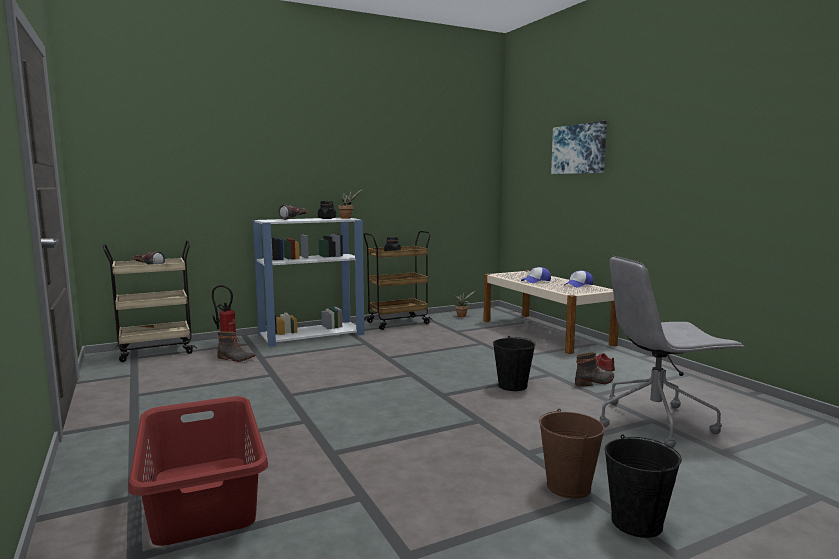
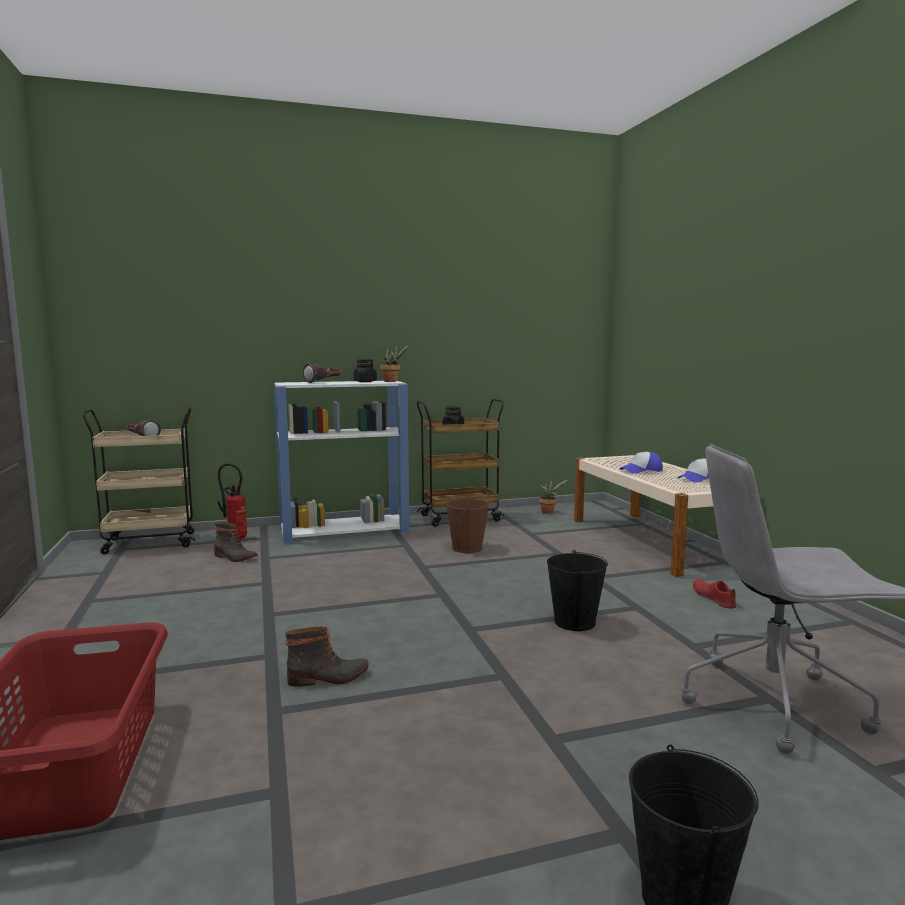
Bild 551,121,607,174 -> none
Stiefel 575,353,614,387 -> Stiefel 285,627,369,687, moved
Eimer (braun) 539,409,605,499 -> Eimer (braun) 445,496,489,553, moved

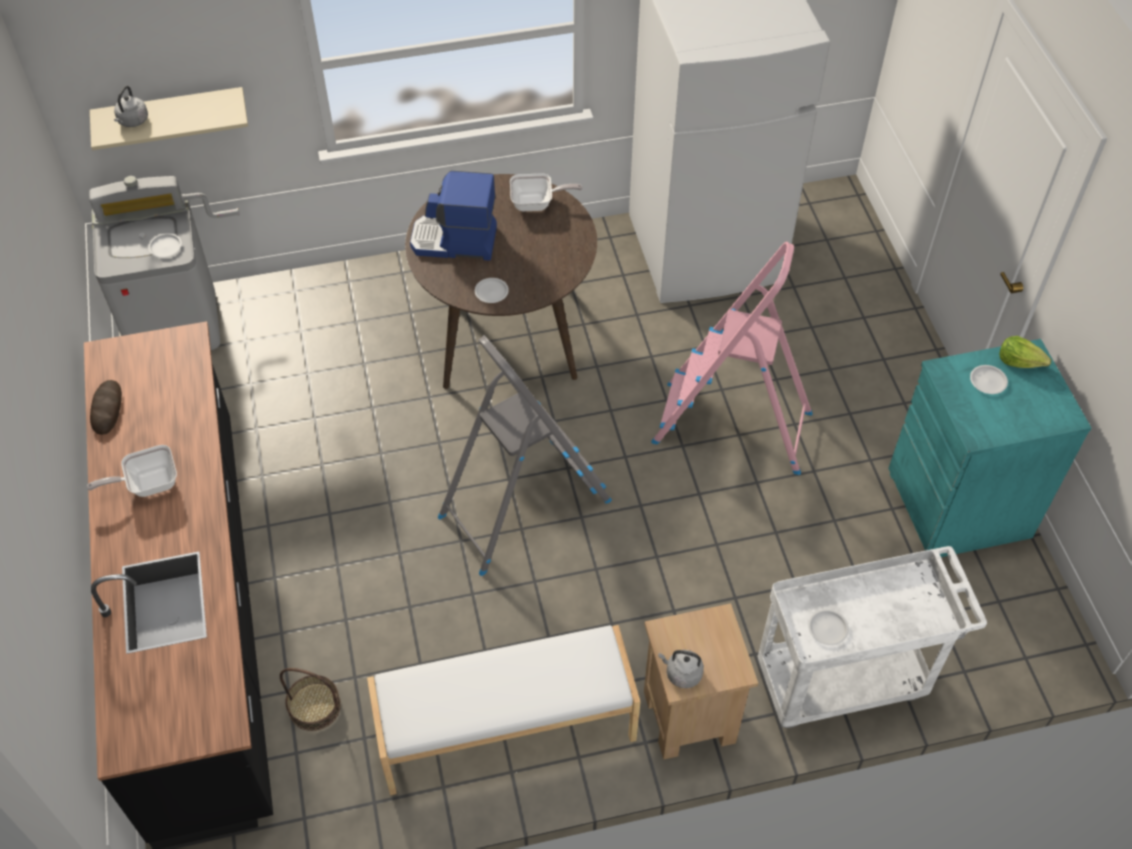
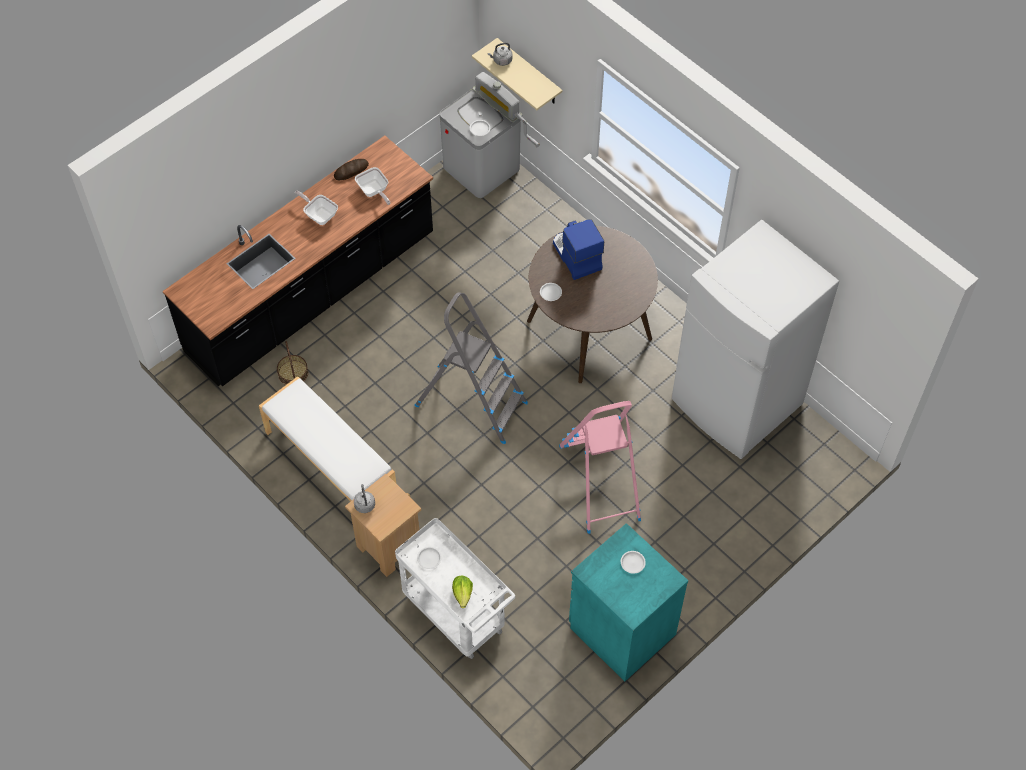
Pfanne 510,173,582,211 -> Pfanne 355,167,390,205, moved
Salatkopf 999,336,1051,368 -> Salatkopf 452,575,473,608, moved

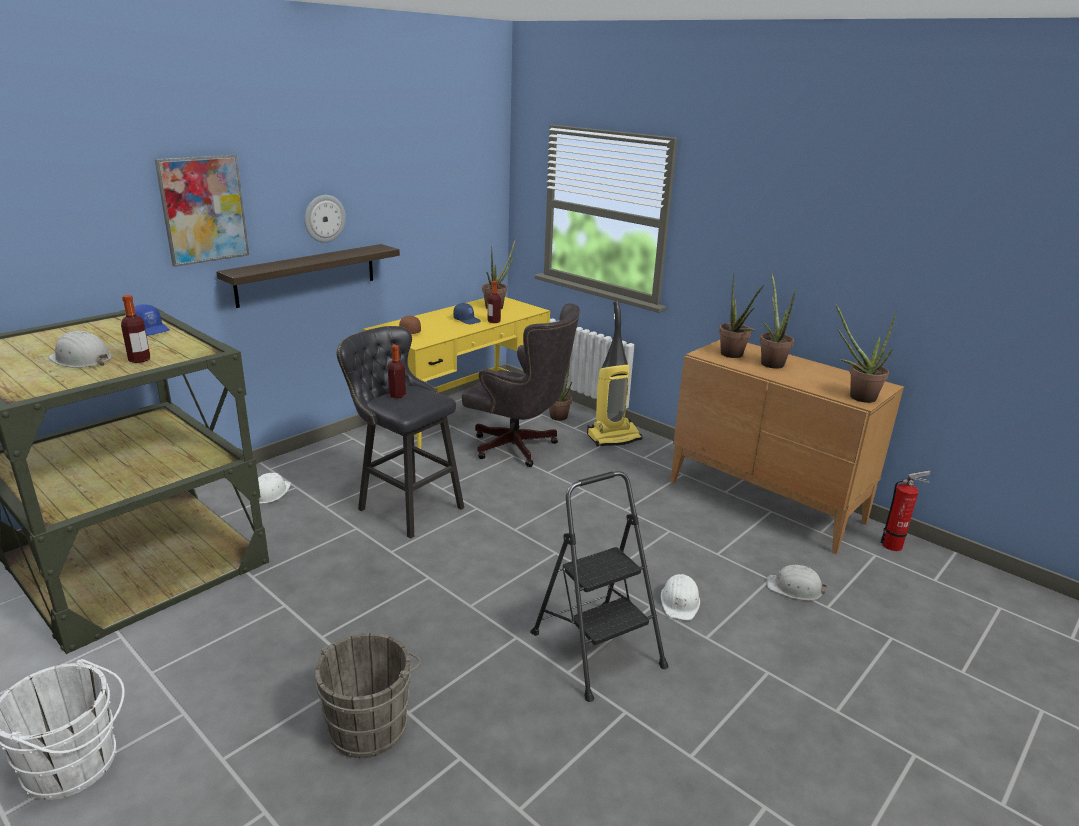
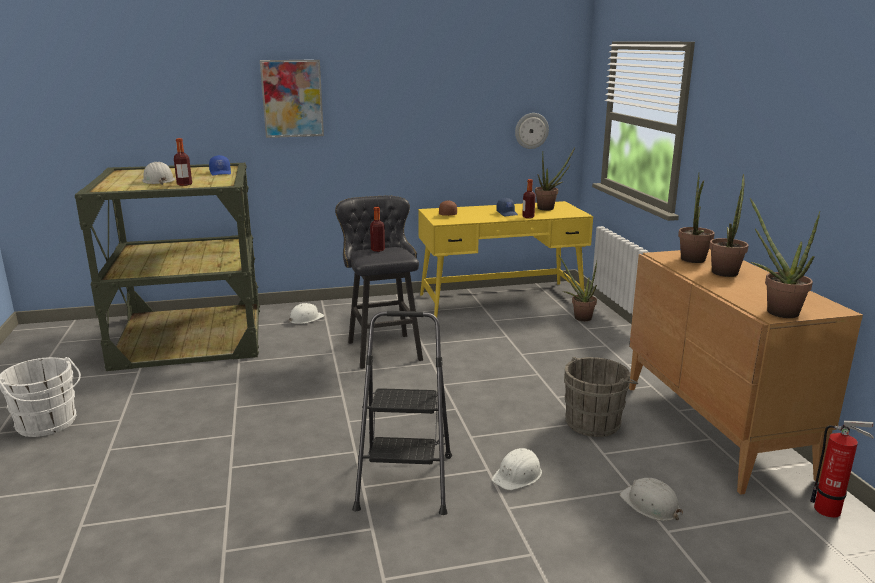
Wanduhr 305,195,346,243 -> Wanduhr 515,113,549,149, moved
Wandregal 216,244,400,308 -> none
Staubsauger 587,301,643,447 -> none
Bürostuhl (grau) 462,303,580,467 -> none
Eimer (grau) 315,633,422,758 -> Eimer (grau) 564,357,638,437, moved

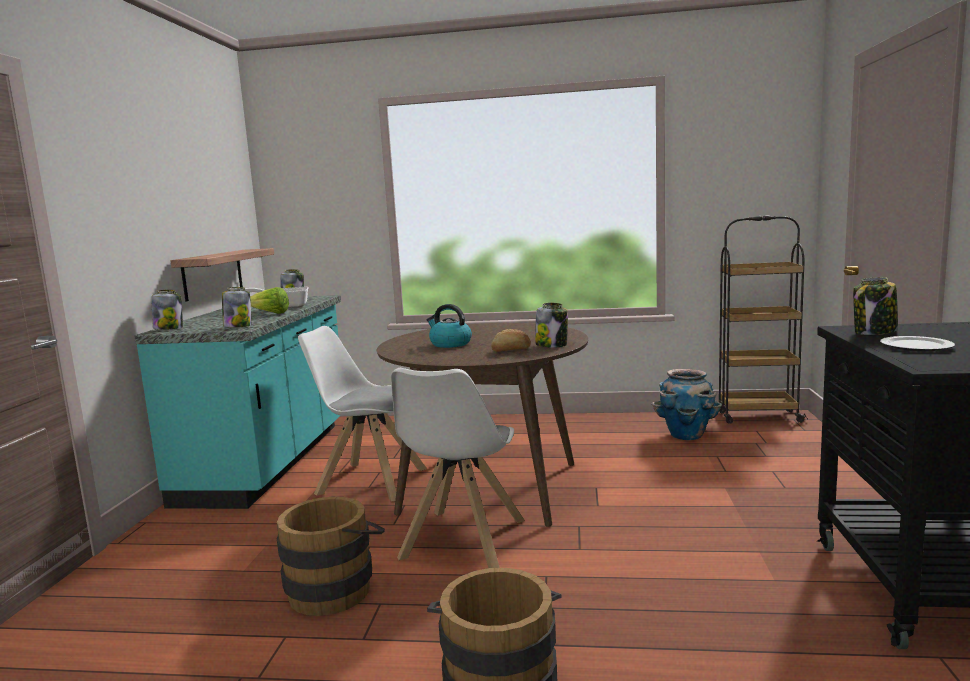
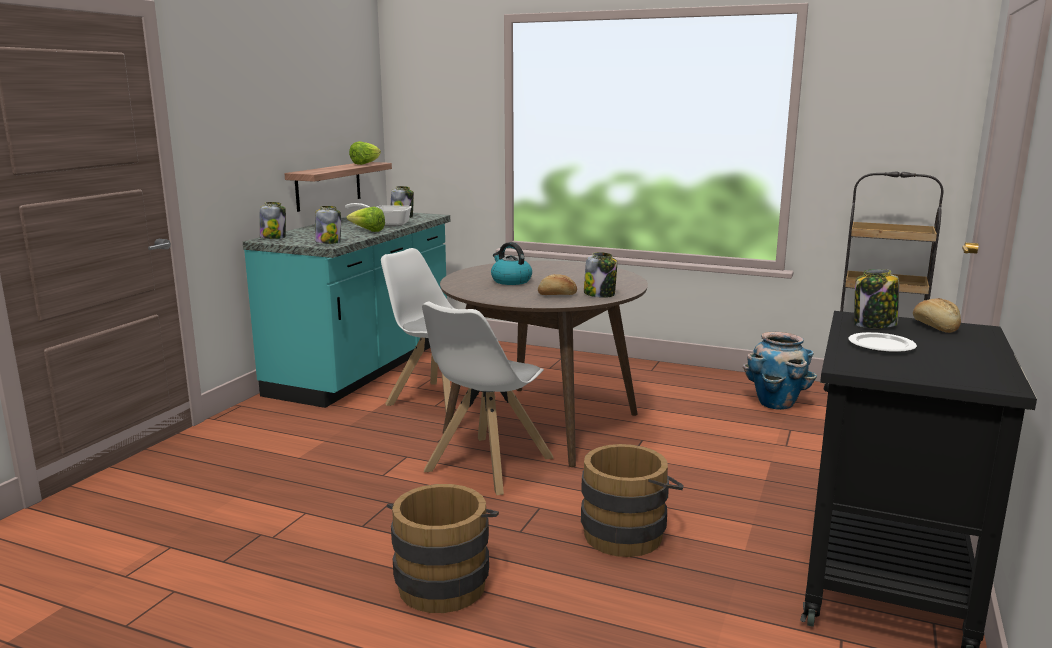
Eimer (braun) 277,497,385,616 -> Eimer (braun) 581,444,684,557, moved
none -> Salatkopf 349,141,381,165
none -> Brot 913,298,961,333

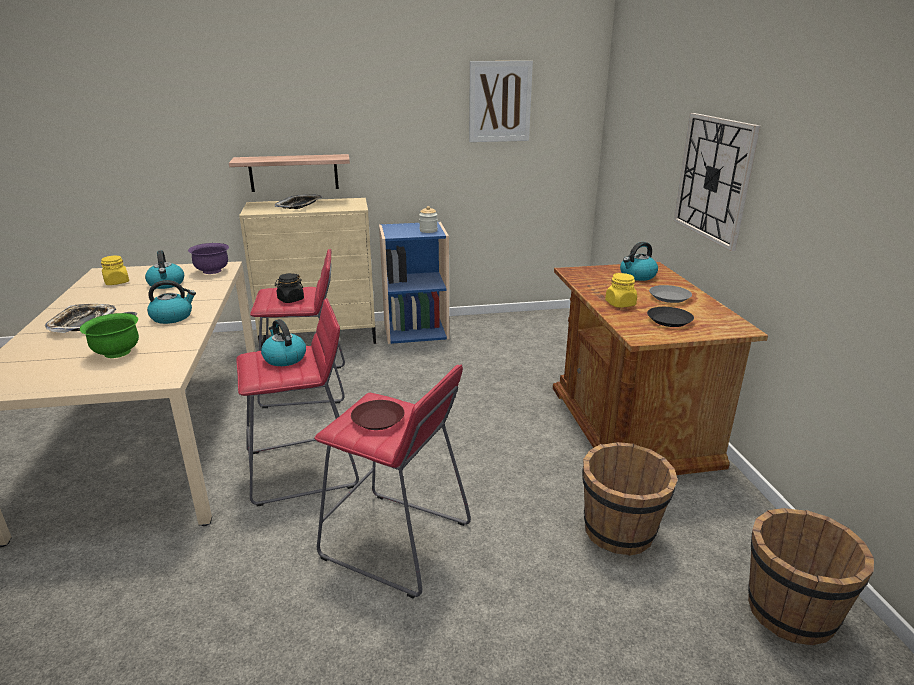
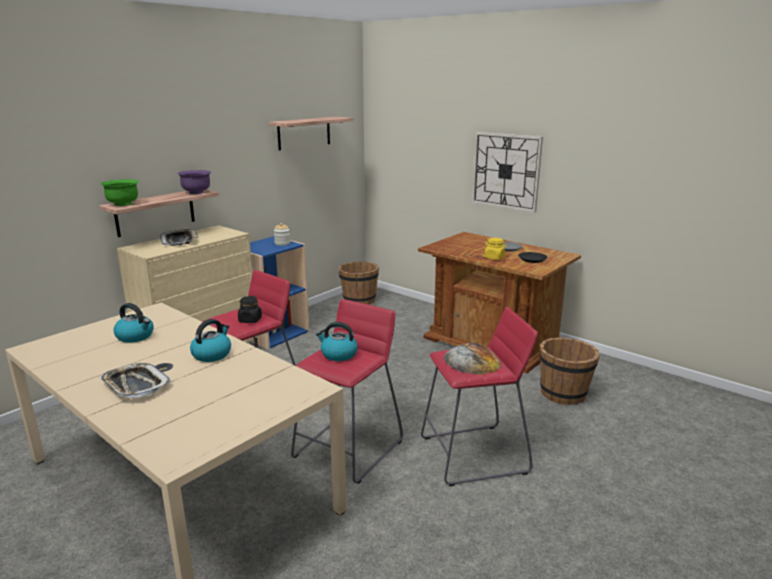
Bild 469,61,533,142 -> Wandregal 269,117,353,151
Wasserkessel 620,242,658,281 -> none
Schüssel (lila) 188,243,229,274 -> Schüssel (lila) 177,170,211,194, moved
Vorratsglas (gelb) 101,256,129,285 -> none
Schüssel (grün) 80,313,139,358 -> Schüssel (grün) 101,179,139,206, moved
Teller (braun) 351,400,404,430 -> Brot 443,343,501,375
Eimer (braun) 748,508,874,645 -> Eimer (braun) 338,261,379,304, moved

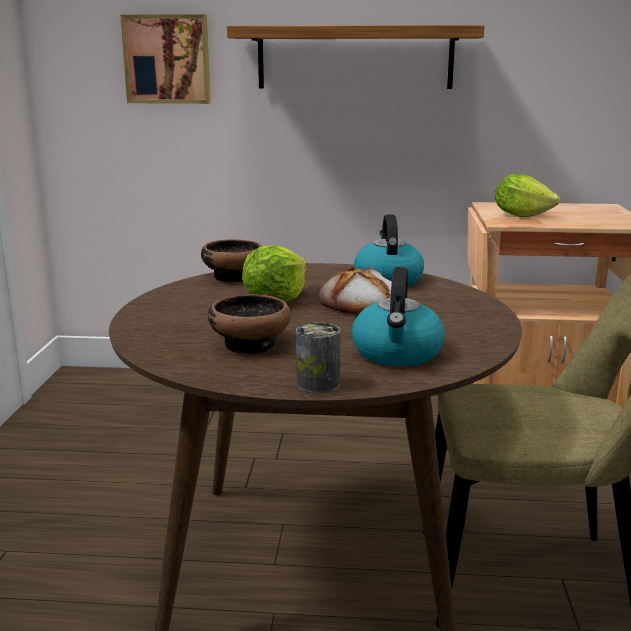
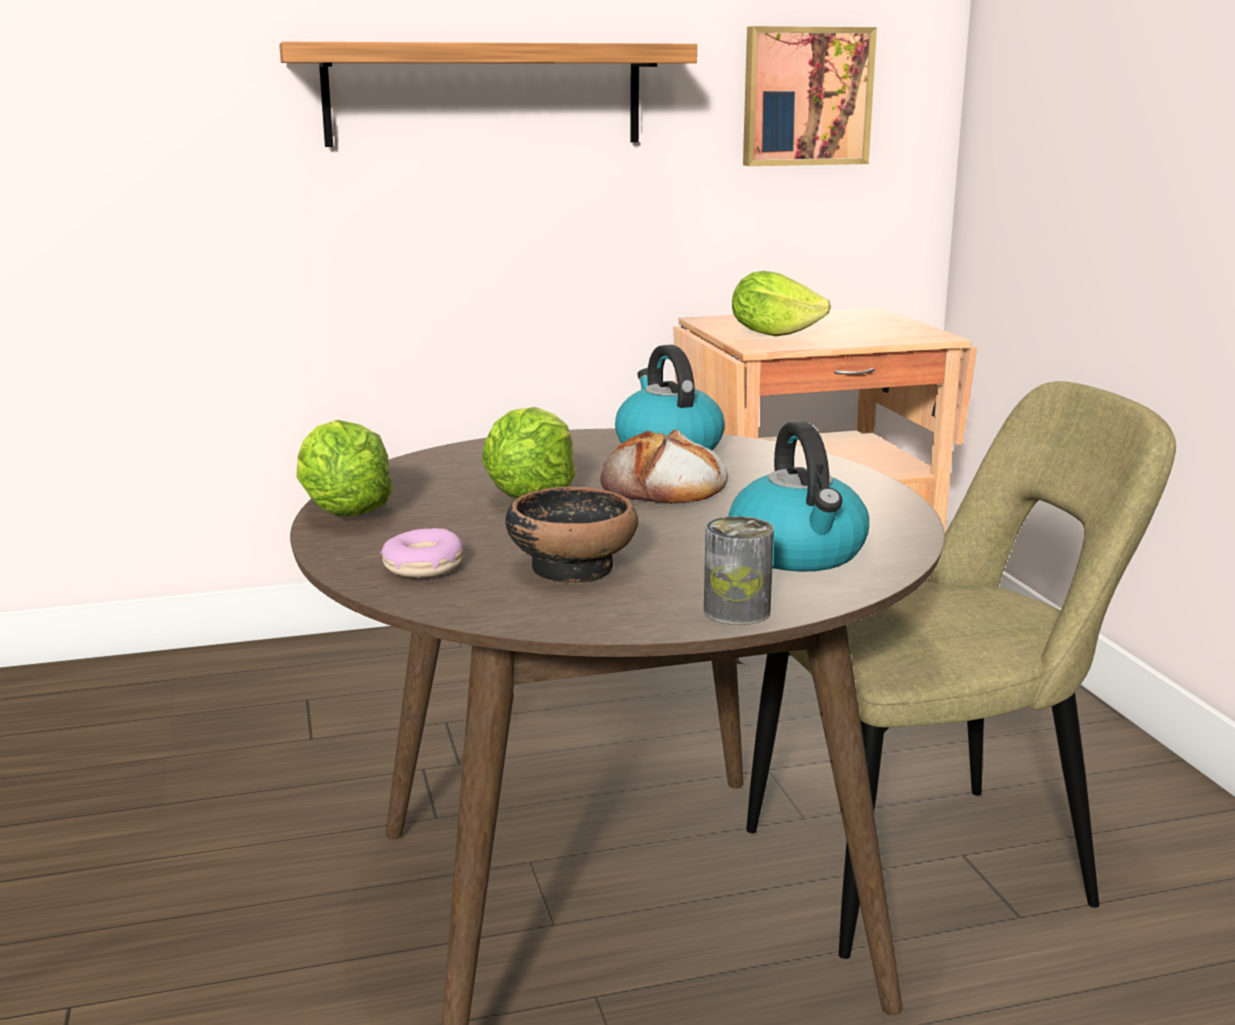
Bild 120,14,211,104 -> Bild 743,26,877,166, moved
Schüssel 201,239,262,283 -> none
none -> Salatkopf 296,420,393,516
none -> Donut 380,528,463,578

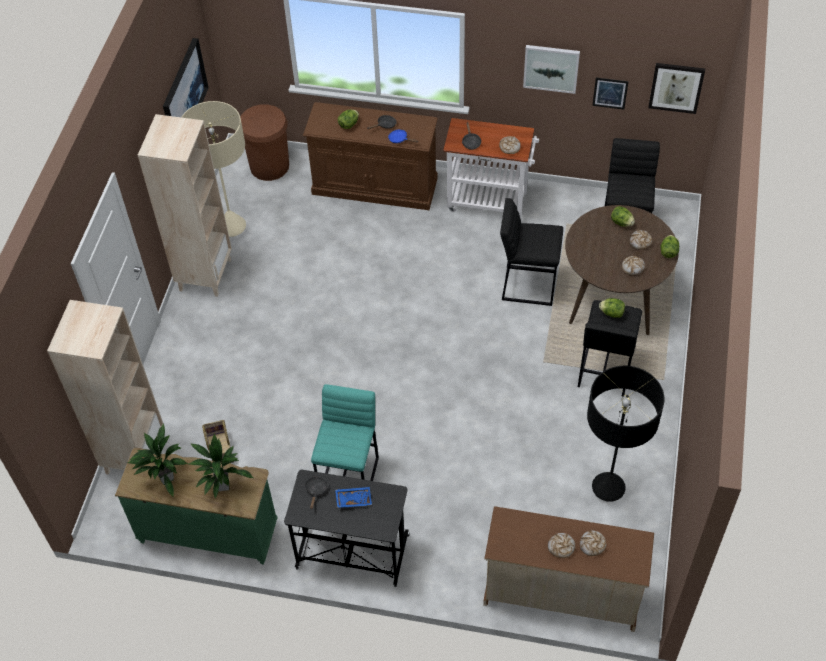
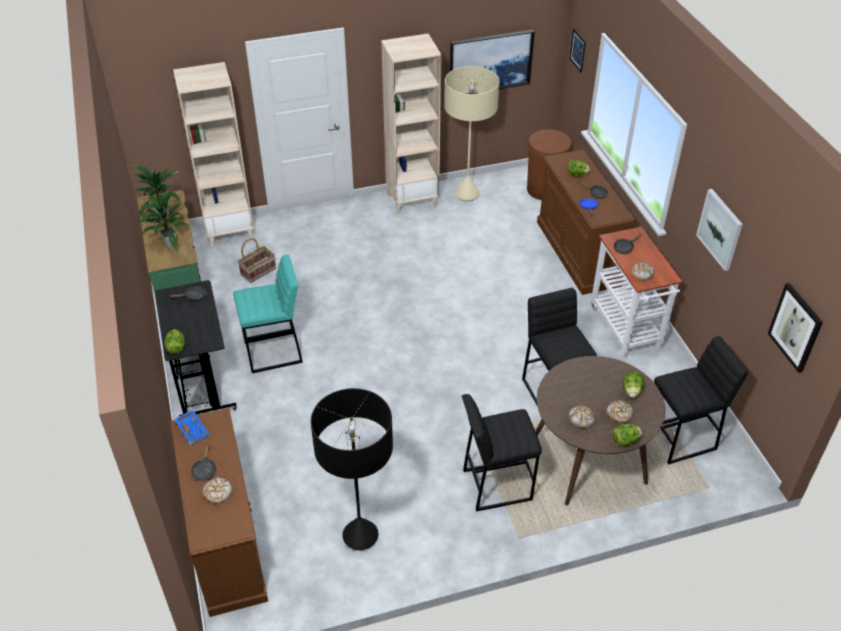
Bild 592,78,629,109 -> Bild 570,29,586,73, moved
Salatkopf 599,298,625,318 -> Salatkopf 164,330,185,354, moved
Tablett (blau) 335,487,372,508 -> Tablett (blau) 174,410,210,444, moved
Brot 548,533,575,558 -> Pfanne (schwarz) 191,443,217,481

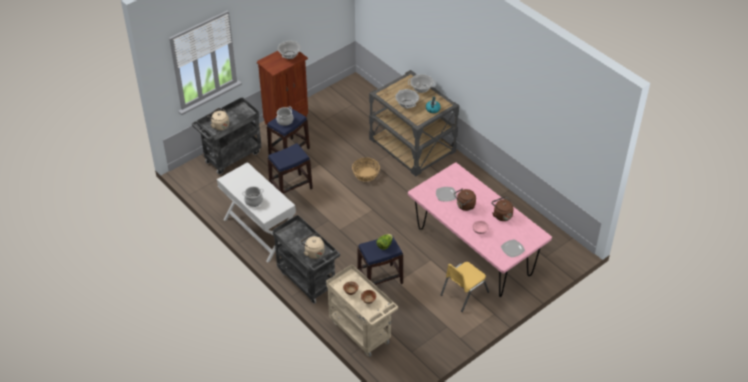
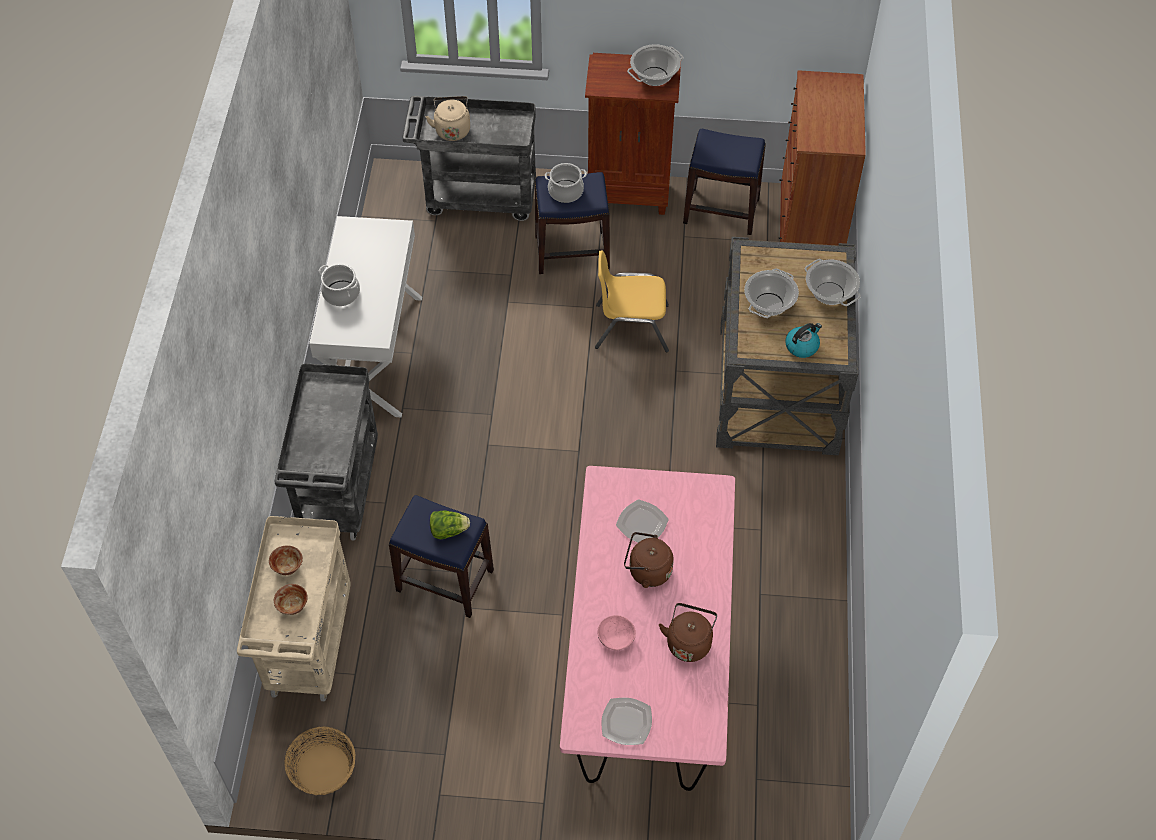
Hocker 268,143,313,194 -> Hocker 683,129,766,235, moved
Korb 352,158,380,182 -> Korb 285,727,356,795, moved
Wasserkessel (beige) 301,233,325,259 -> none
Stuhl (gelb) 441,262,489,312 -> Stuhl (gelb) 595,250,669,352, moved
none -> Kommode (braun) 778,70,866,246

